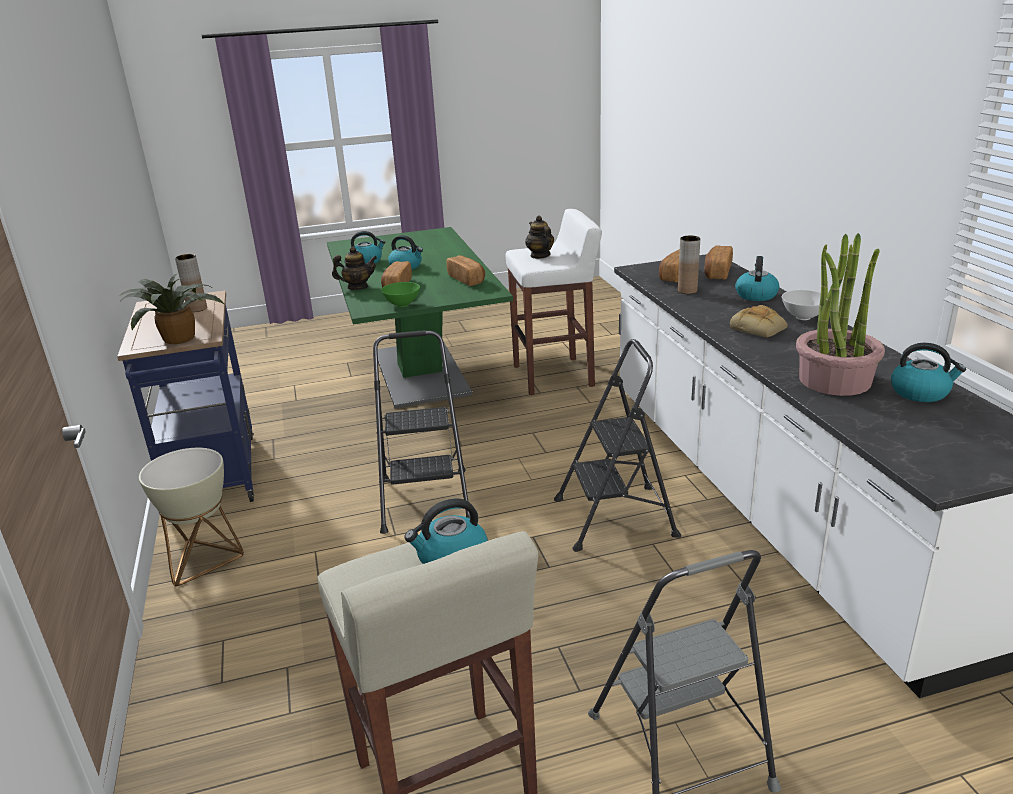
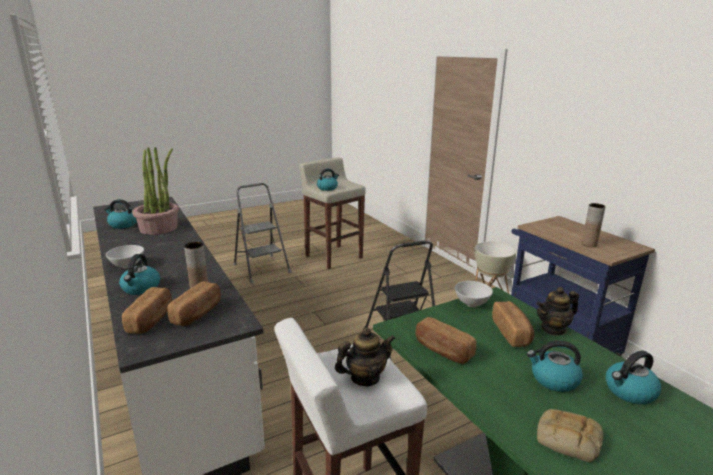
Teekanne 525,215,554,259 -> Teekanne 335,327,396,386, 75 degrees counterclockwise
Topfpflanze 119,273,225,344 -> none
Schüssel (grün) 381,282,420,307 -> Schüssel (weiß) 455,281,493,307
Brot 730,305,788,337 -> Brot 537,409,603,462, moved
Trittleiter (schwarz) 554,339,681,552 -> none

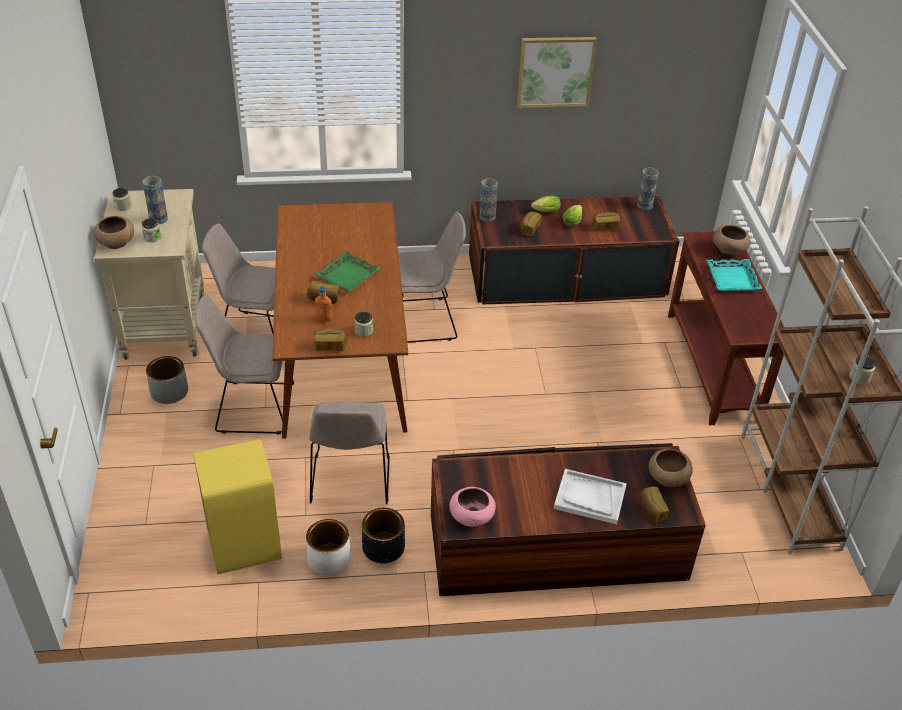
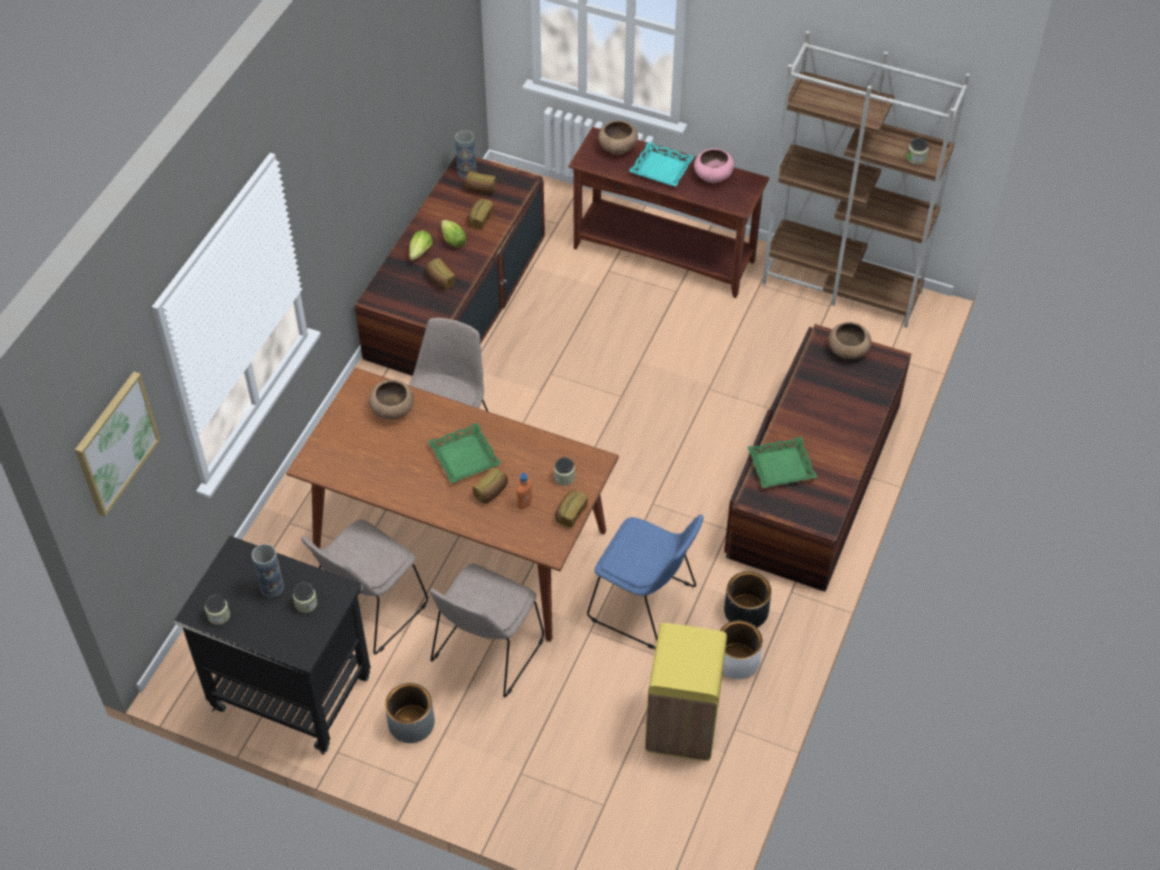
Bild 517,37,597,108 -> Bild 75,372,160,516, moved
Vase 479,178,498,222 -> none
Rollwagen (beige) 94,189,205,359 -> Rollwagen (schwarz) 174,536,371,755
Schüssel (braun) 94,216,134,249 -> Schüssel (braun) 369,380,414,420, moved
Stuhl (beige) 309,402,390,504 -> Stuhl (blau) 587,514,704,649
Tablett (weiß) 554,469,627,524 -> none
Brot 639,486,669,523 -> Brot 464,171,496,195, moved
Schüssel (rosa) 449,487,496,527 -> Schüssel (rosa) 694,148,734,183, moved
none -> Tablett (grün) 747,437,818,488

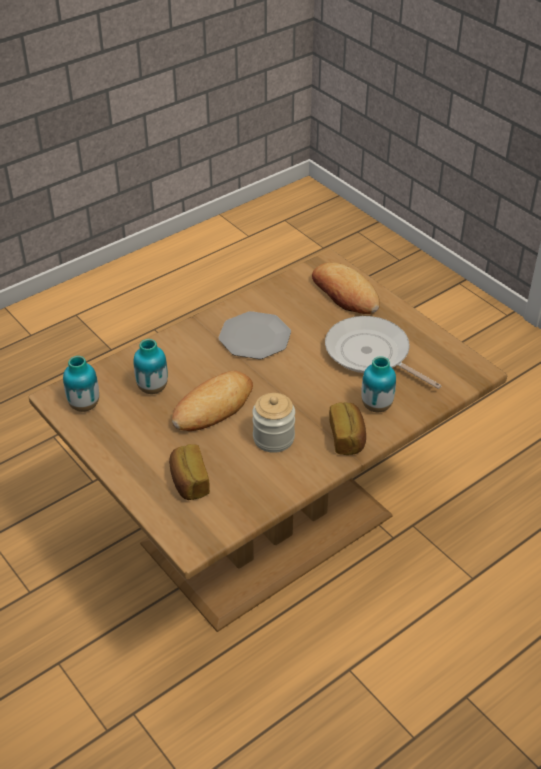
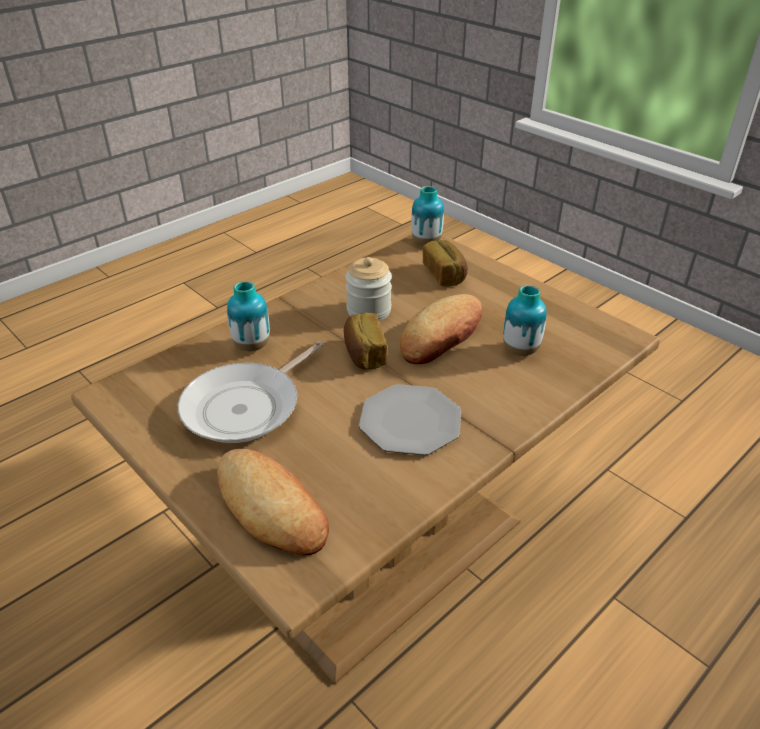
Pfanne 325,316,442,389 -> Pfanne 178,341,324,443, 90 degrees clockwise
Vase 63,356,99,412 -> Vase 411,186,444,245, moved
Brot 329,402,366,455 -> Brot 344,313,387,370, moved

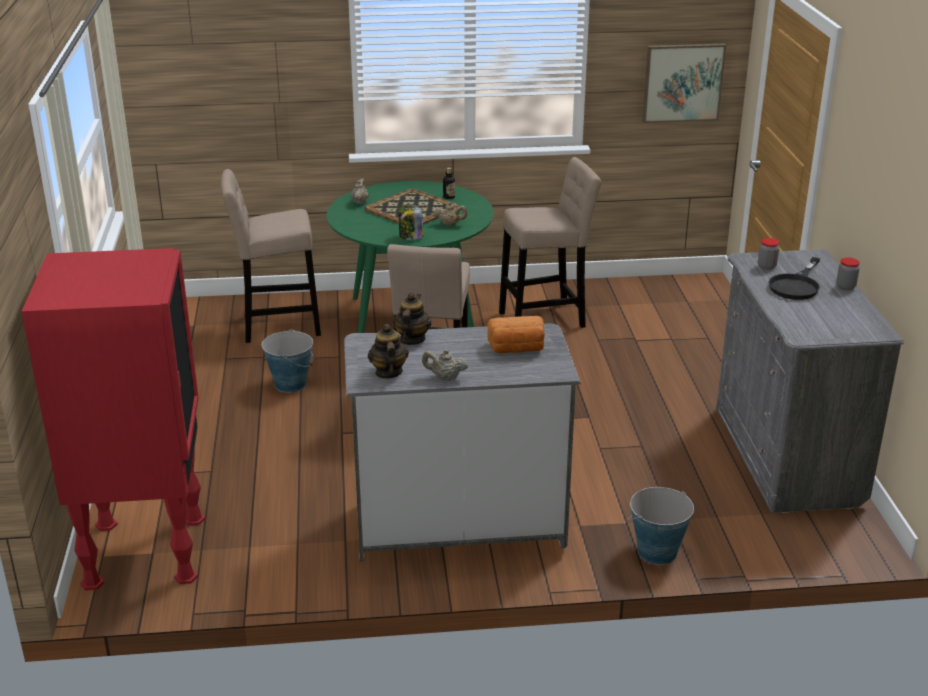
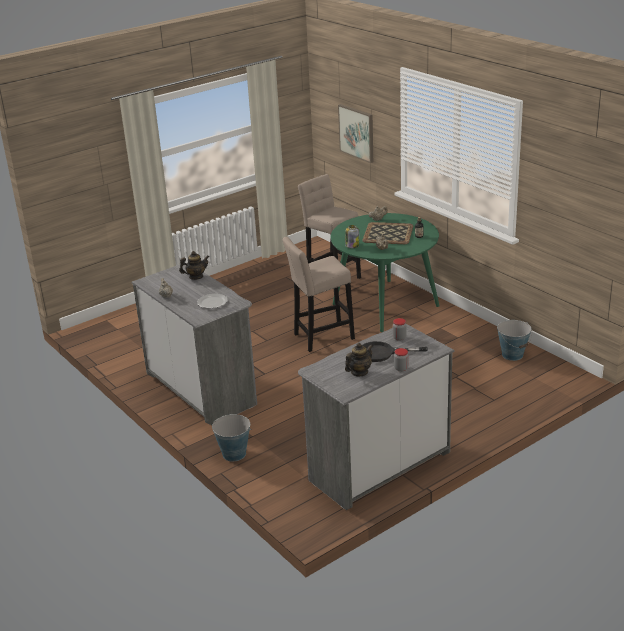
Bild 642,44,726,123 -> Bild 338,104,373,163, moved
Hocker (beige) 499,157,602,328 -> none
Schrank (rot) 21,248,205,591 -> none
Brot 487,316,545,353 -> Teller 197,293,228,309
Teekanne 368,324,409,379 -> Teekanne 345,343,373,377, moved
Eimer 262,329,315,393 -> Eimer 497,320,532,361, moved

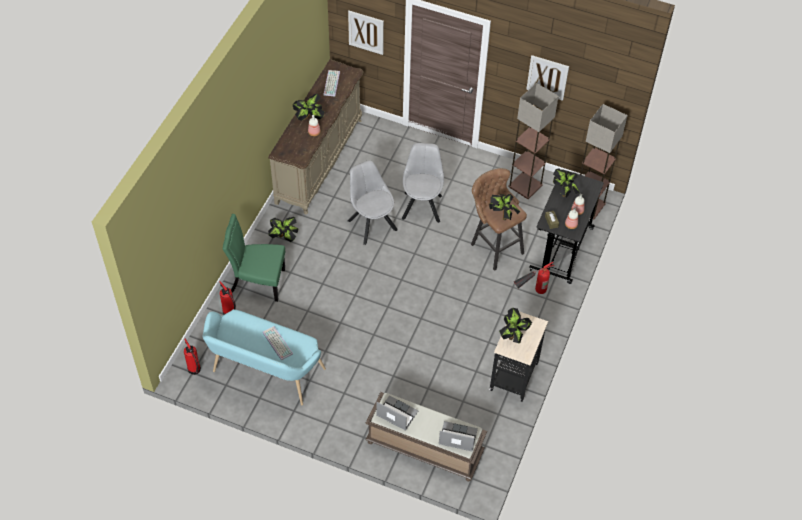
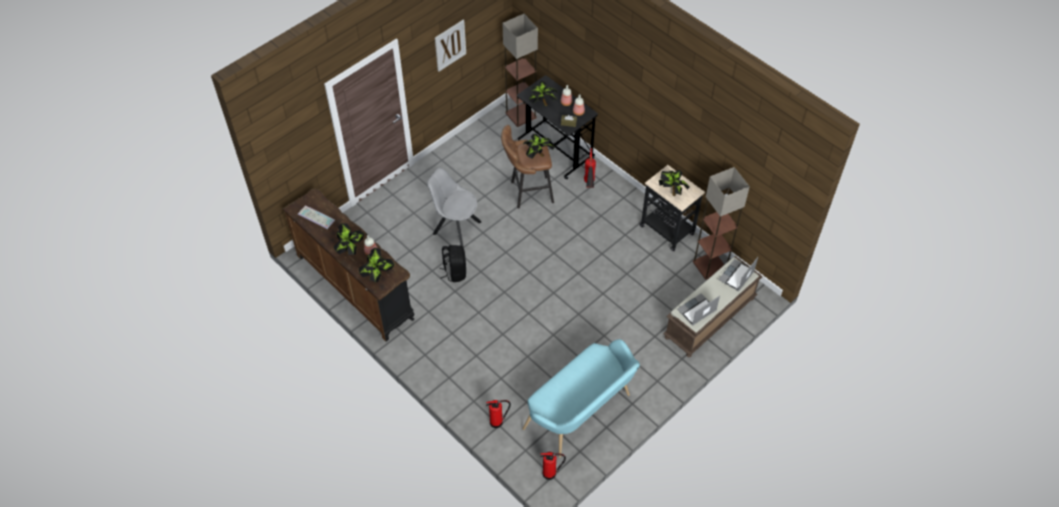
Bild 348,11,384,55 -> none
Schrank (beige) 268,59,363,214 -> Schrank (schwarz) 283,189,414,341
Stehlampe 508,83,559,199 -> Stehlampe 693,167,750,280, moved
Stuhl (grau) 348,160,398,245 -> Rucksack (schwarz) 439,245,466,282
Stuhl (grün) 222,214,286,302 -> none
Topfpflanze 268,217,299,242 -> Topfpflanze 359,248,394,282, moved
Tastatur 262,326,293,360 -> none

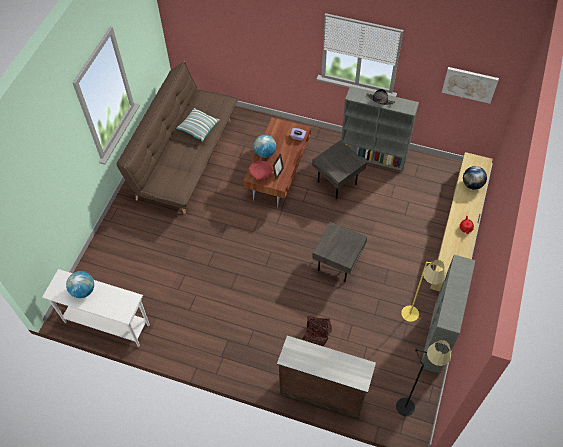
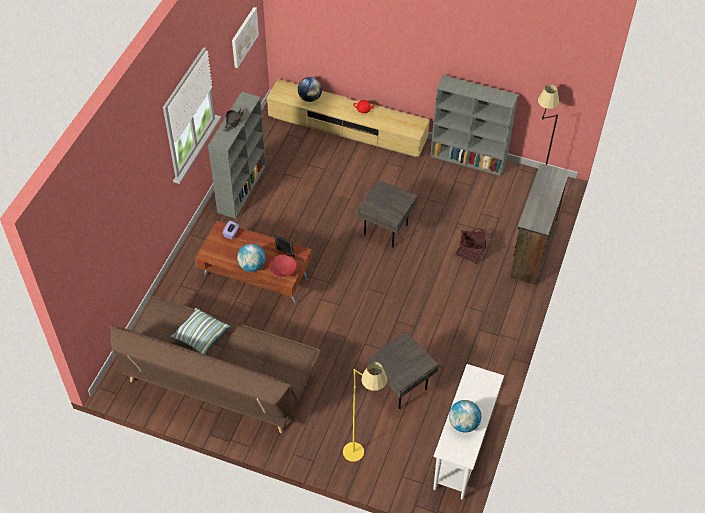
Beistelltisch (grau) 312,140,367,199 -> Beistelltisch (grau) 369,332,439,409, moved
Stehlampe (gelb) 401,260,446,322 -> Stehlampe (gelb) 343,362,387,462, moved

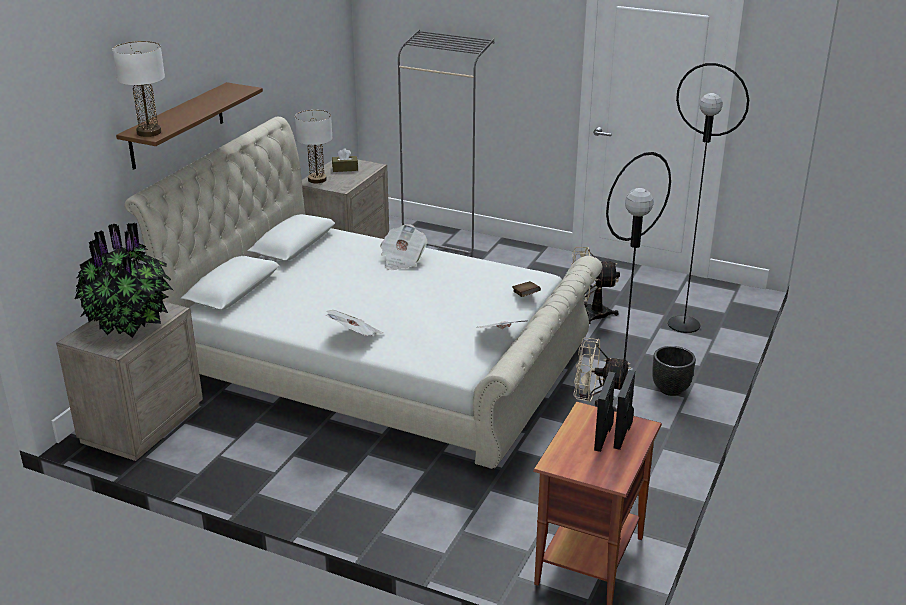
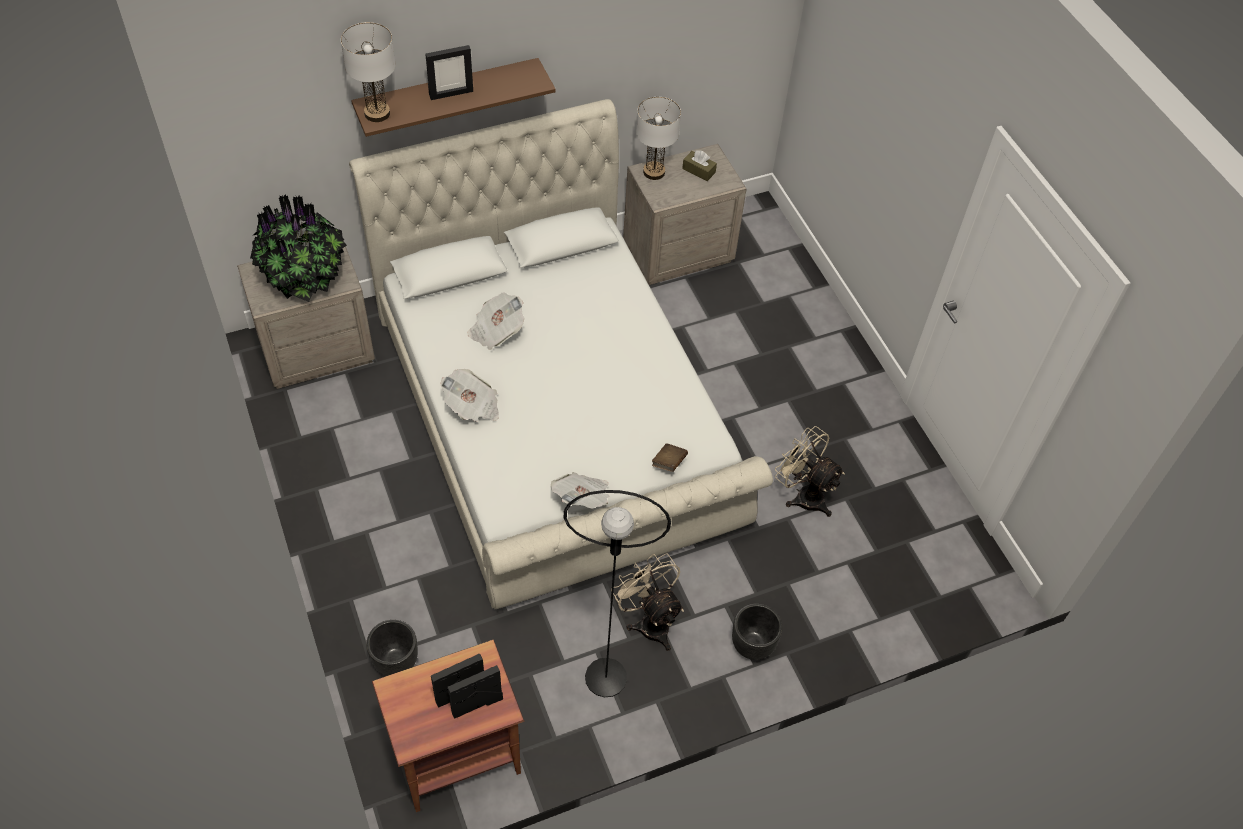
Kleiderständer (grau) 398,29,494,254 -> none
Stehlampe (schwarz) 668,63,749,333 -> none
Zeitung 381,224,427,270 -> Zeitung 467,292,524,350, moved
none -> Bilderrahmen 425,45,473,100
none -> Pflanzkübel (schwarz) 366,620,418,676

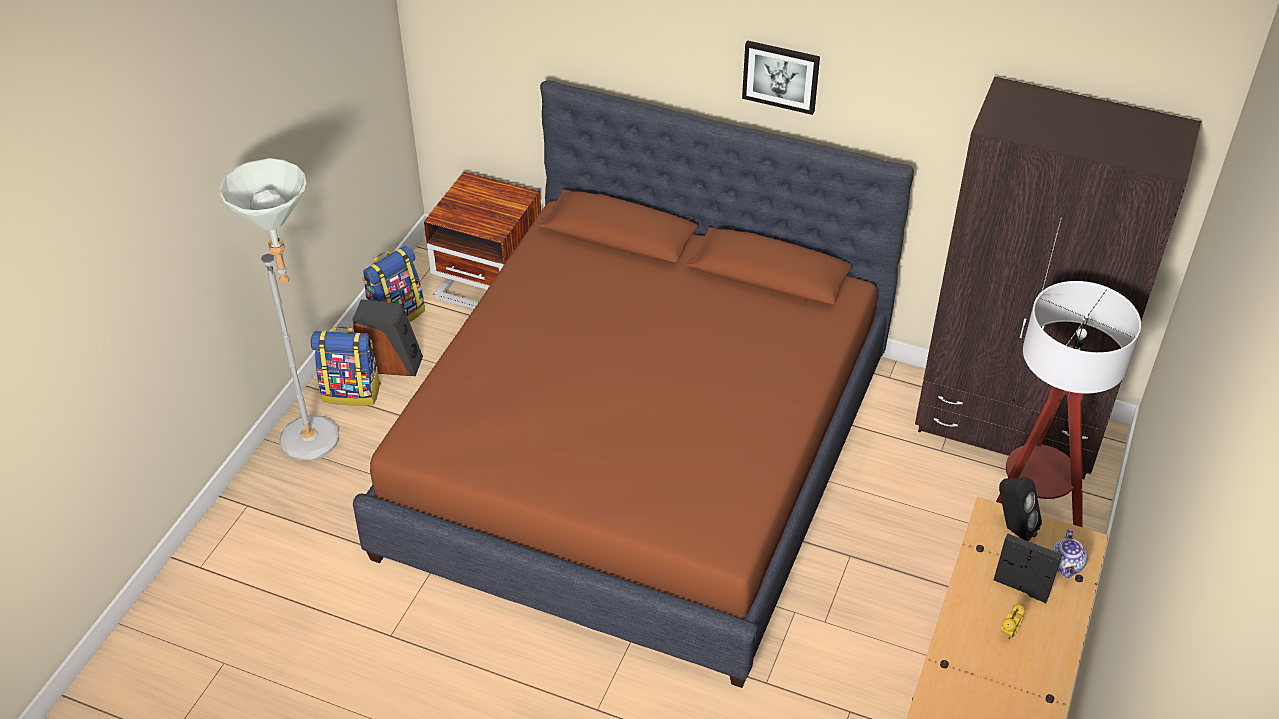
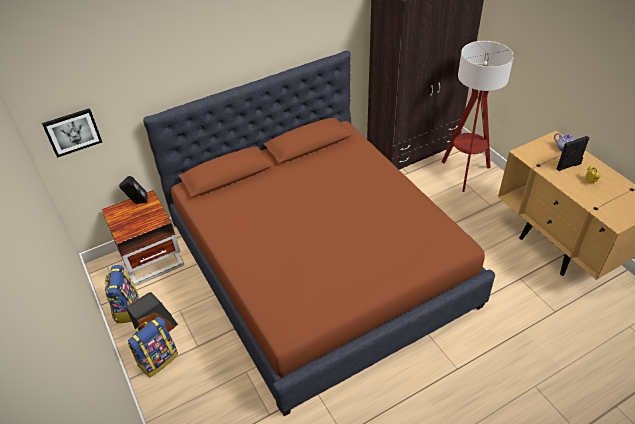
Bild 742,40,820,115 -> Bild 42,108,102,158, moved
Stehlampe (grau) 219,158,339,460 -> none
Lautsprecher (schwarz) 999,477,1042,541 -> Lautsprecher (schwarz) 119,176,149,204, moved

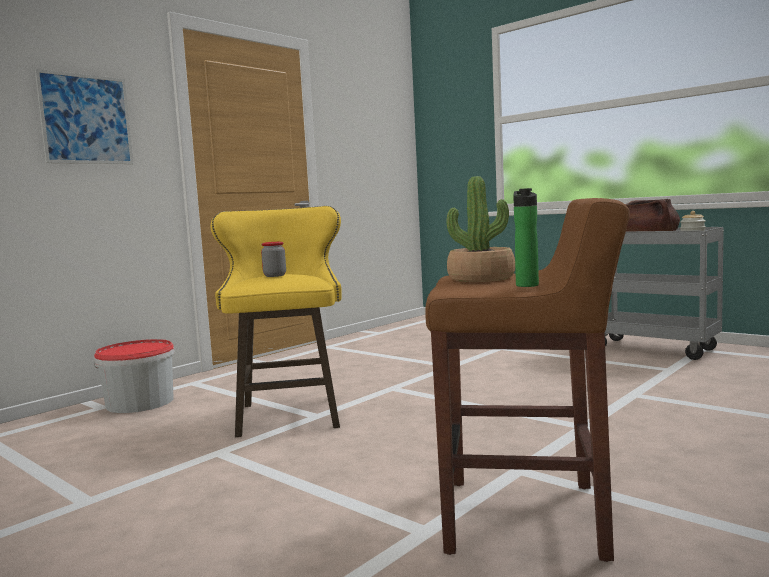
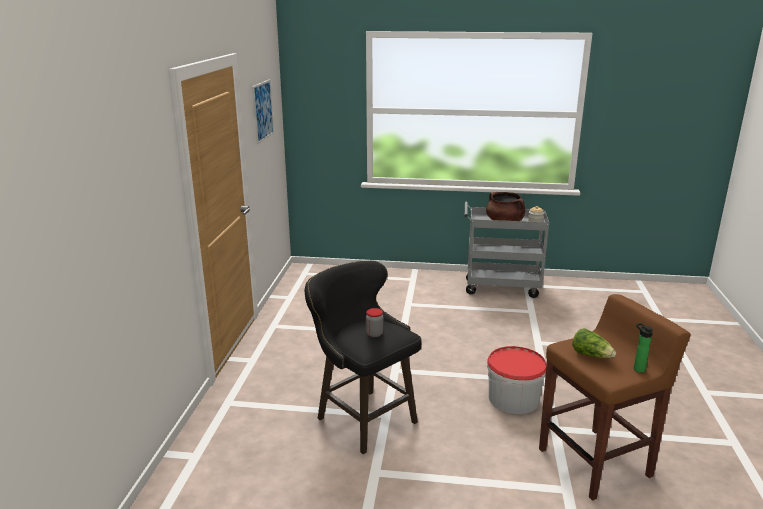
Bild 35,69,134,164 -> Bild 252,79,274,144, moved
Topfpflanze 447,176,515,282 -> Salatkopf 572,328,616,358
Hocker (gelb) 210,206,342,437 -> Hocker (schwarz) 305,260,422,454
Eimer 94,339,175,413 -> Eimer 487,346,547,414, moved

